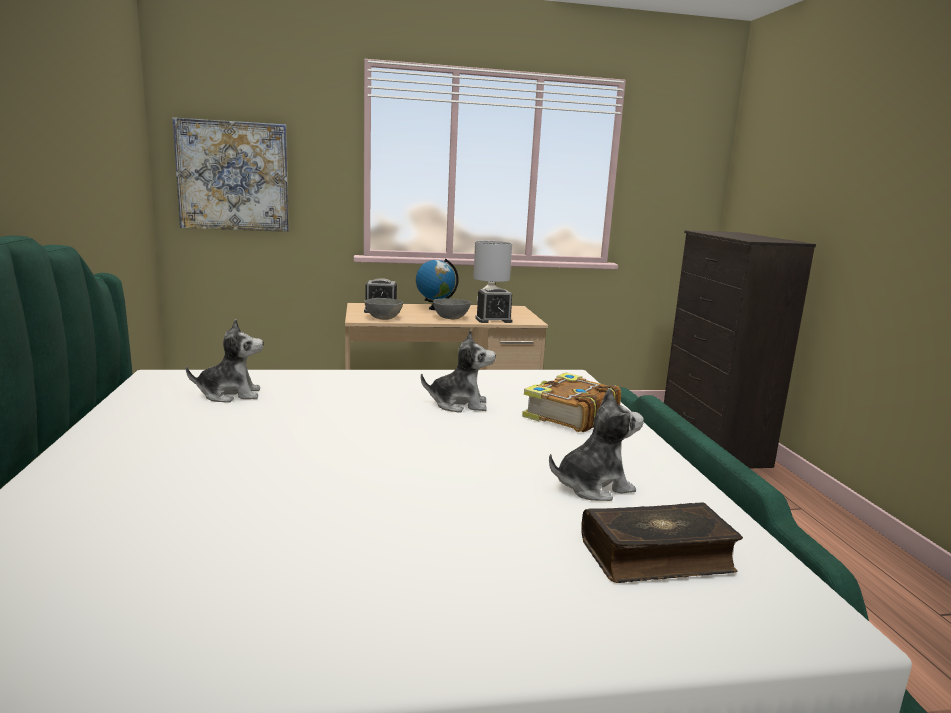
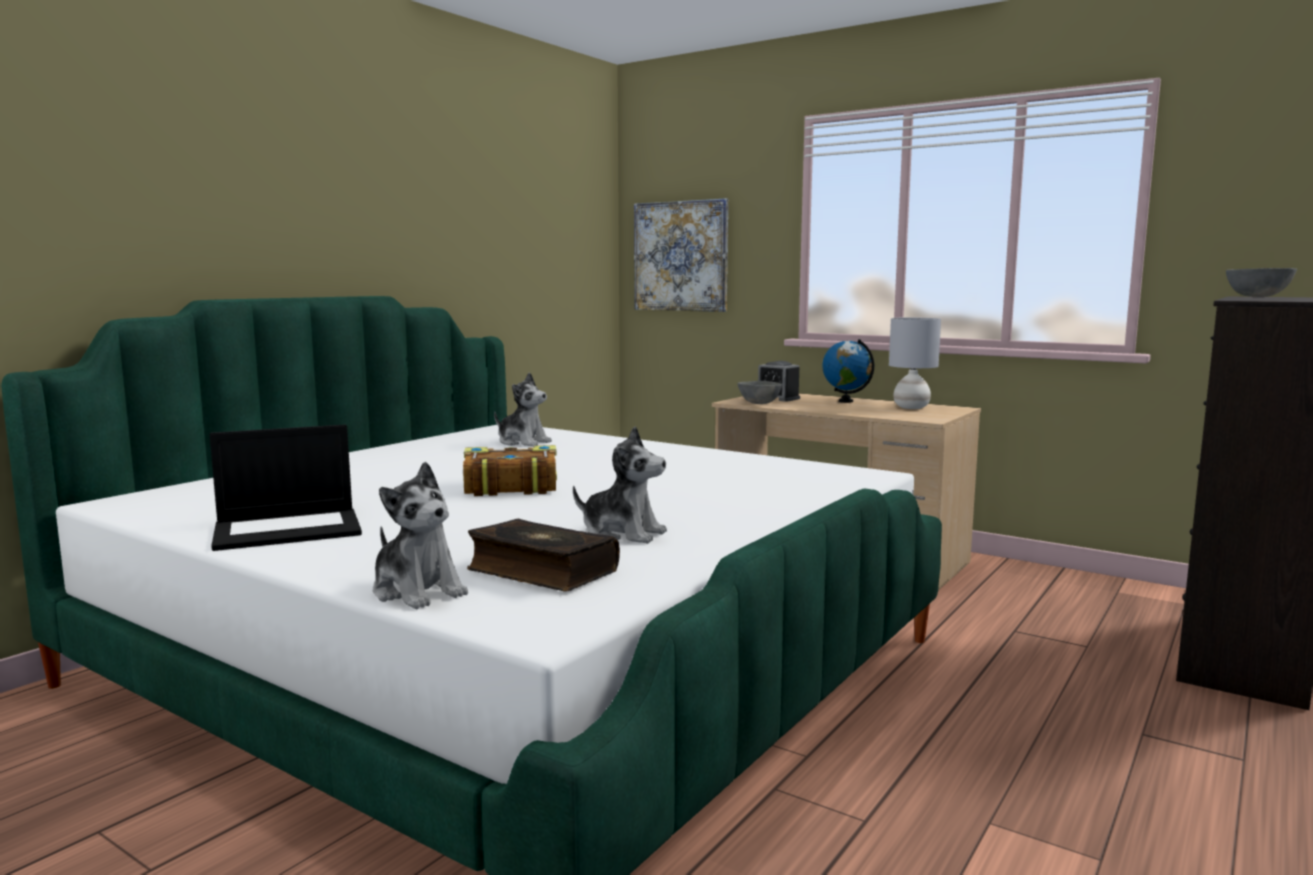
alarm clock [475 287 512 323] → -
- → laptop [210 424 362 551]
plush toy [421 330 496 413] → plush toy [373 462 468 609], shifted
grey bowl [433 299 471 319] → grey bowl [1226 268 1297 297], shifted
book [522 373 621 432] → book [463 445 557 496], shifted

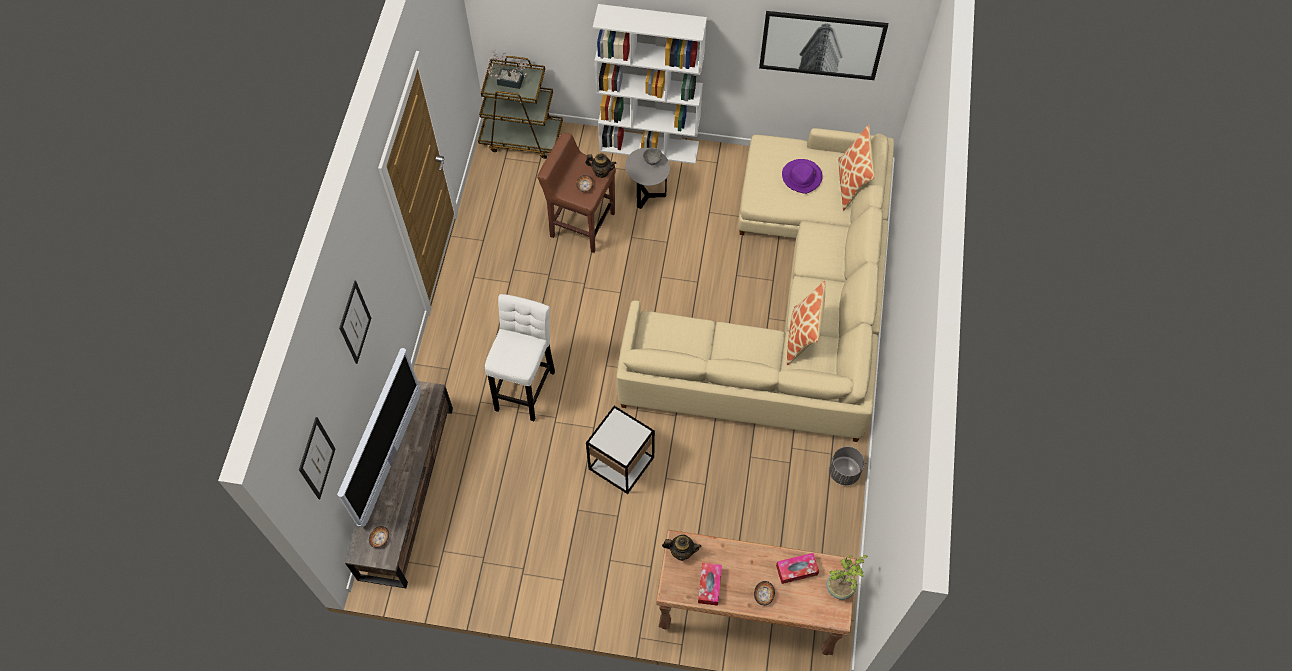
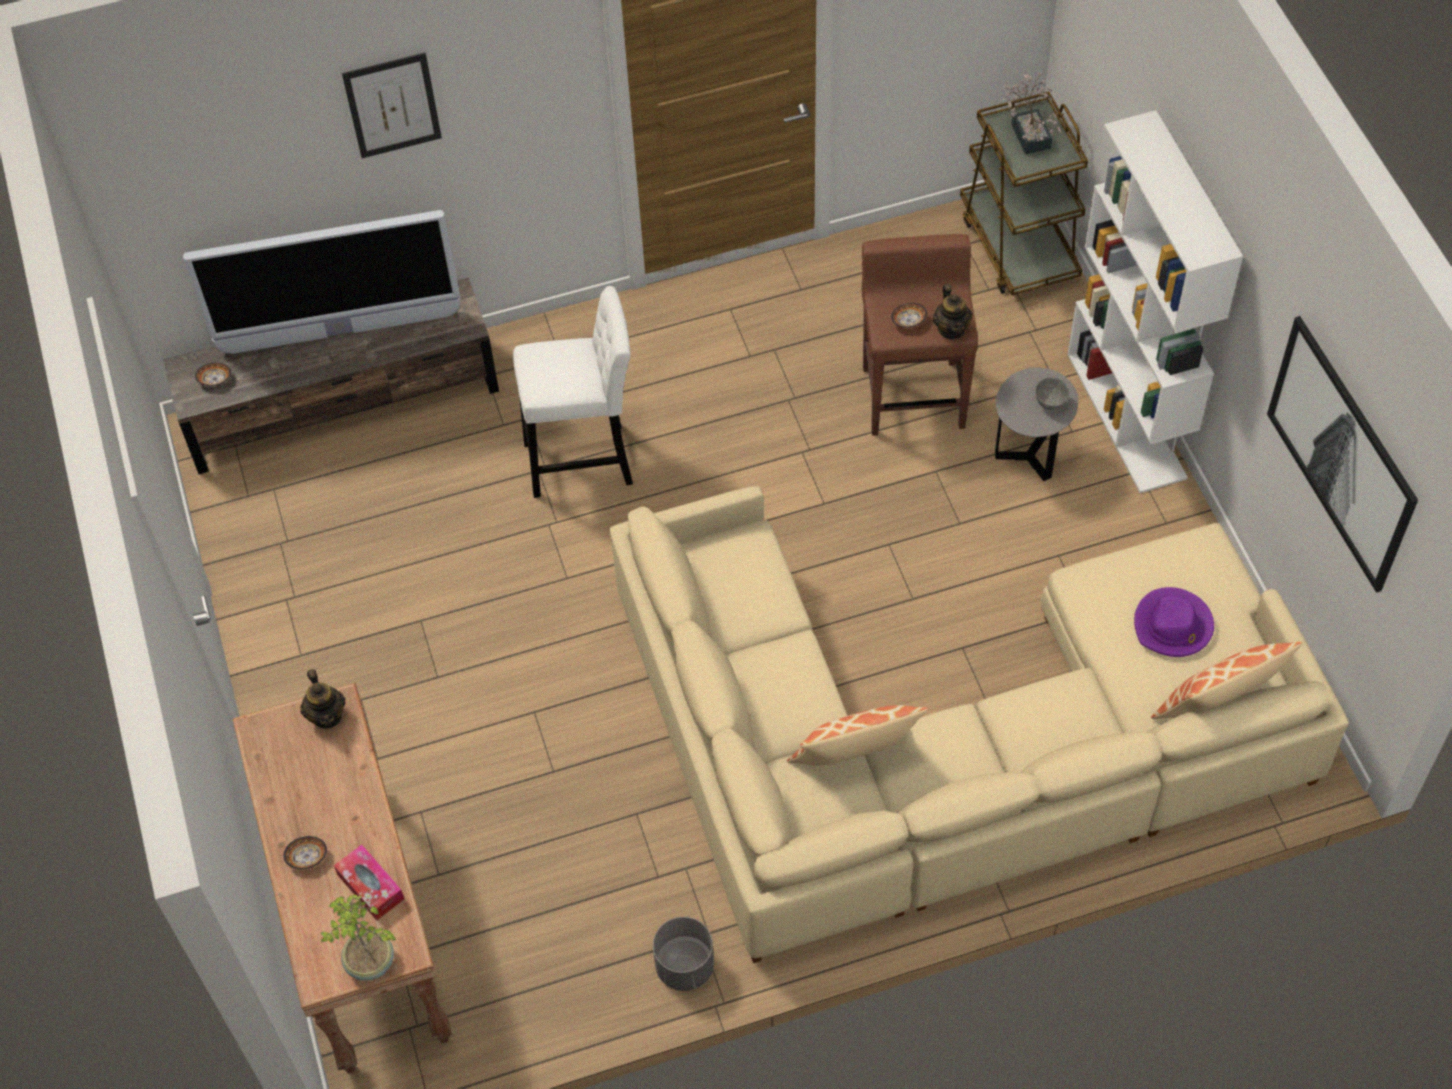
picture [299 417 336 499] → -
side table [586 406 655 494] → -
tissue box [698 563 722 606] → -

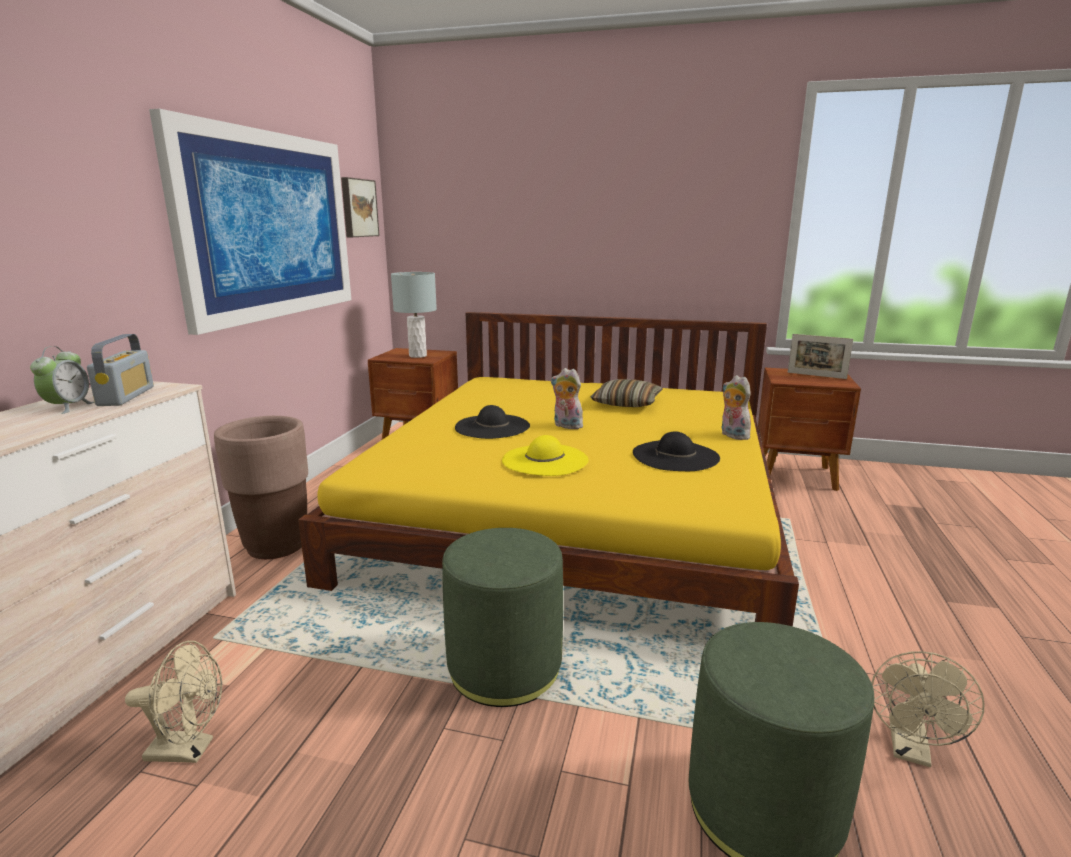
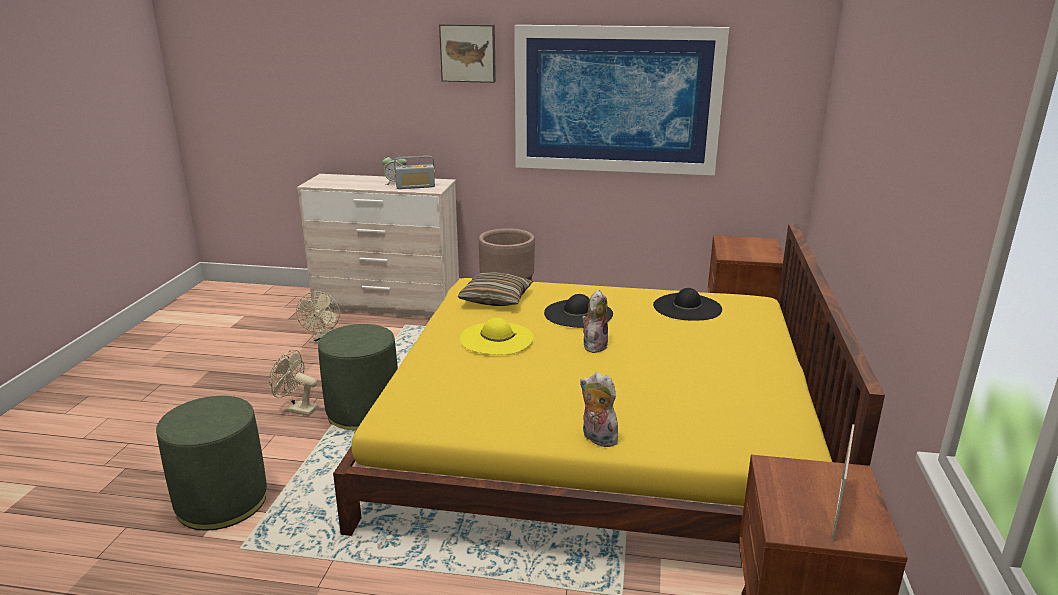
grey table lamp [391 272 437 358] → -
picture [341 177 380 237] → picture [439 24 496 83], shifted
pillow [590 379 663 407] → pillow [458 272 533 306], shifted
black hat [633 432 720 471] → black hat [653 288 722 321], shifted
beige fan [871 651 985 767] → beige fan [269 350 318 416], shifted
plush toy [722 375 751 440] → plush toy [580 372 618 447], 105 degrees counterclockwise

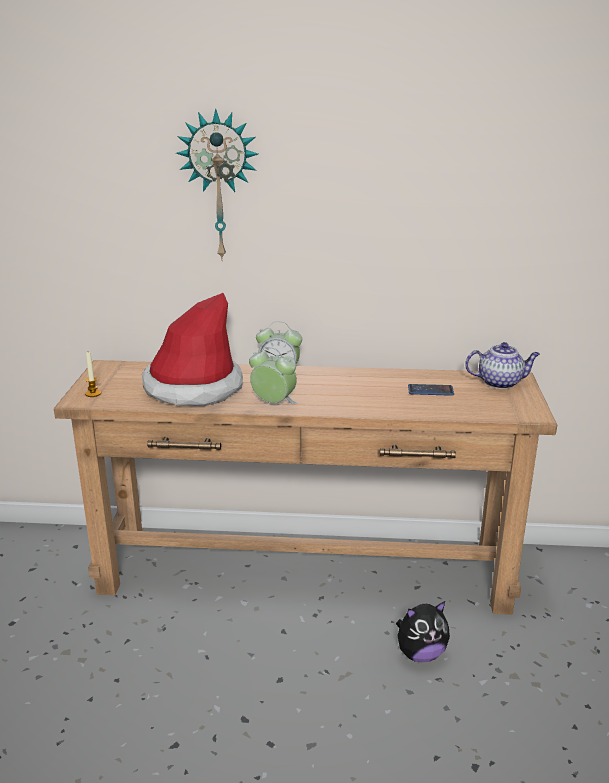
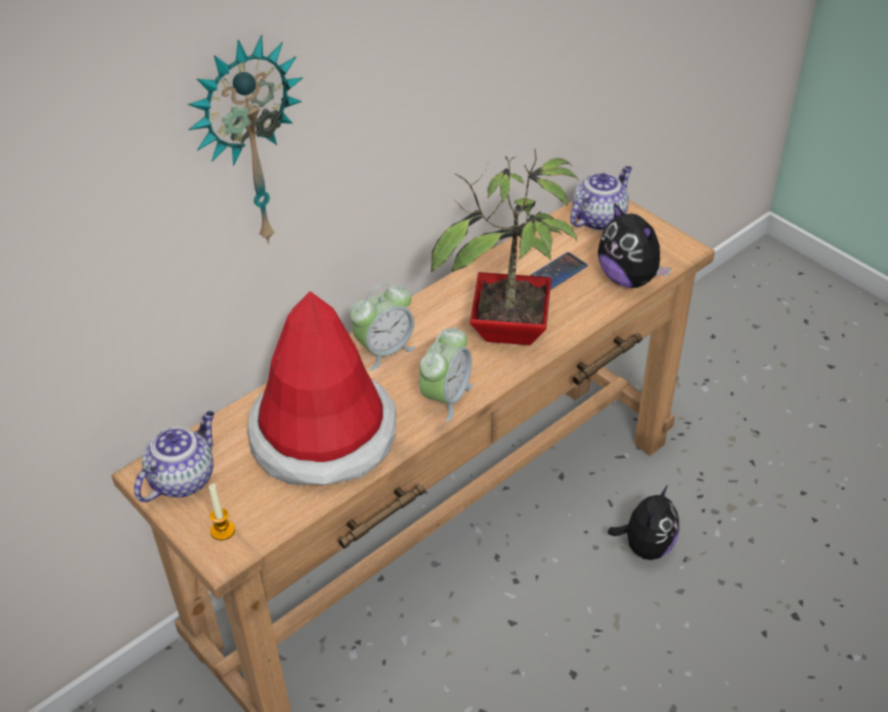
- → teapot [134 411 215 502]
- → potted plant [431 149 579 345]
- → plush toy [598 202 671 288]
alarm clock [249 347 297 404] → alarm clock [419 327 473 422], 135 degrees clockwise

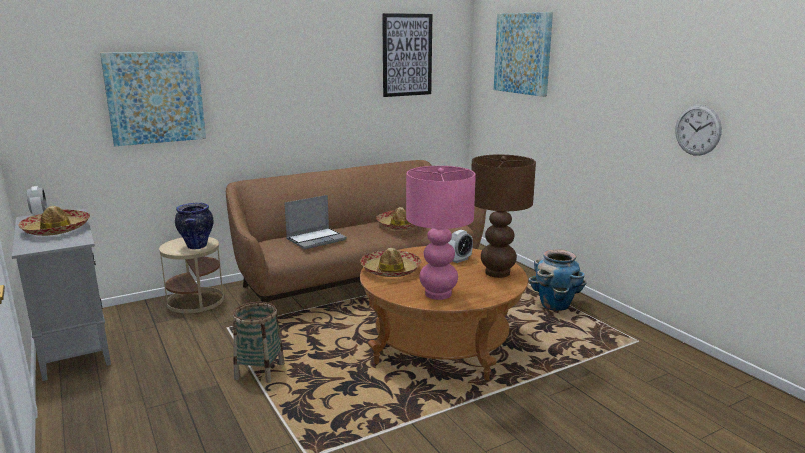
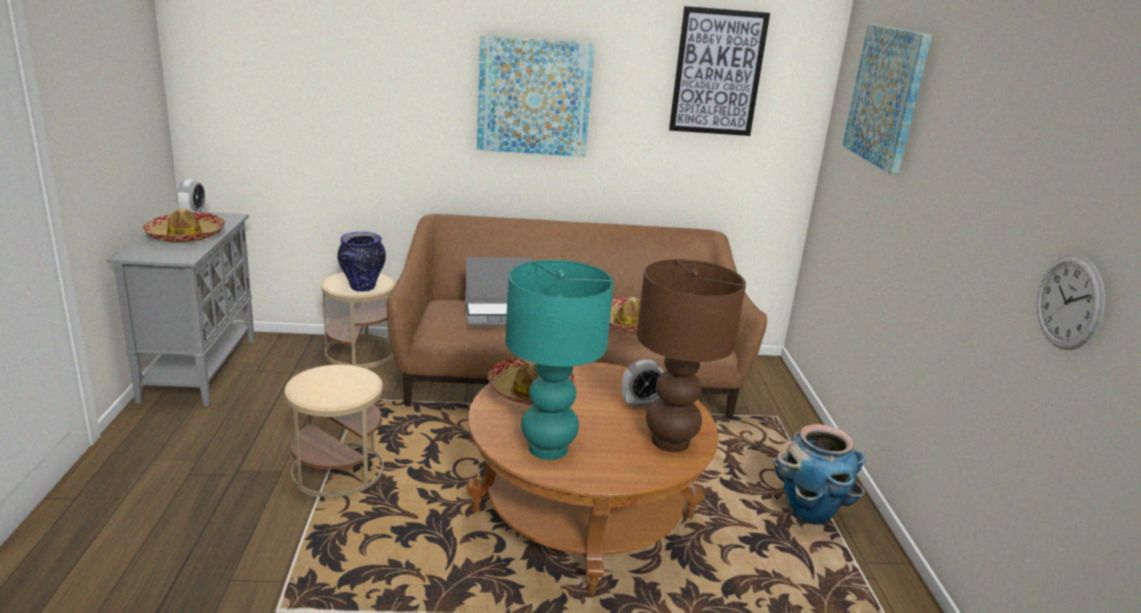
picture [100 51 206 146] → picture [477 35 595 157], shifted
basket [233 302 284 383] → beige side table [285 365 384 497]
pink table lamp [406 166 476 300] → turquoise table lamp [505 260 614 460]

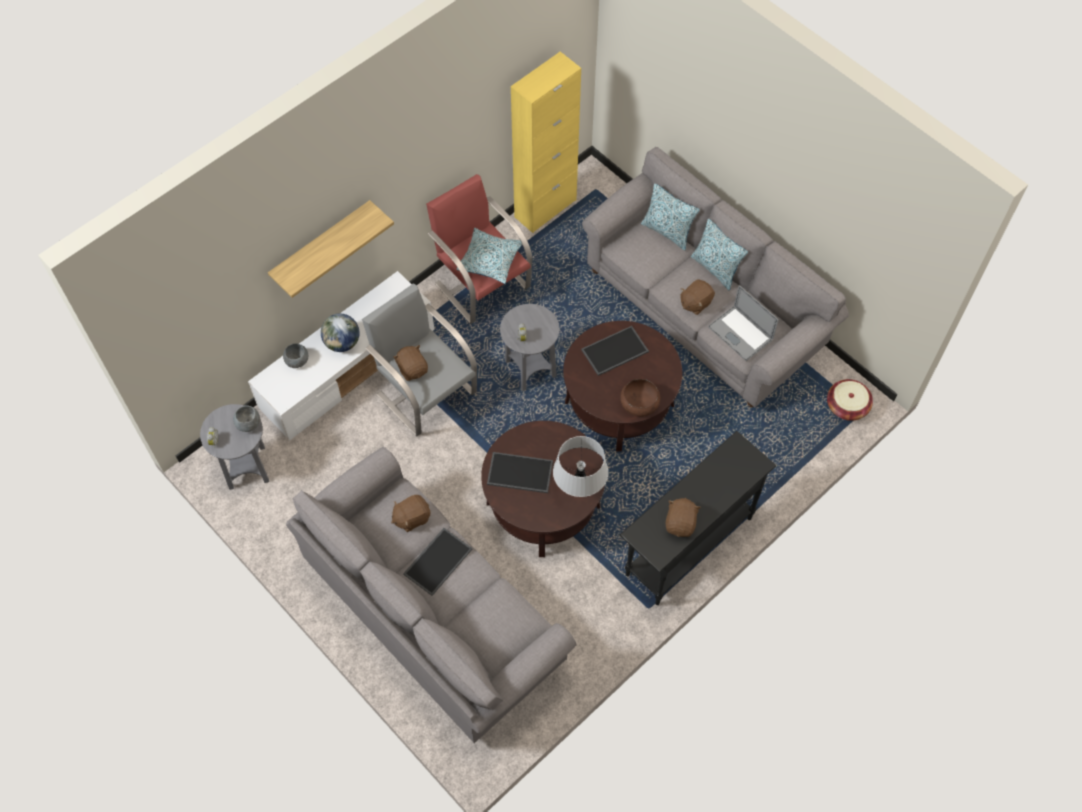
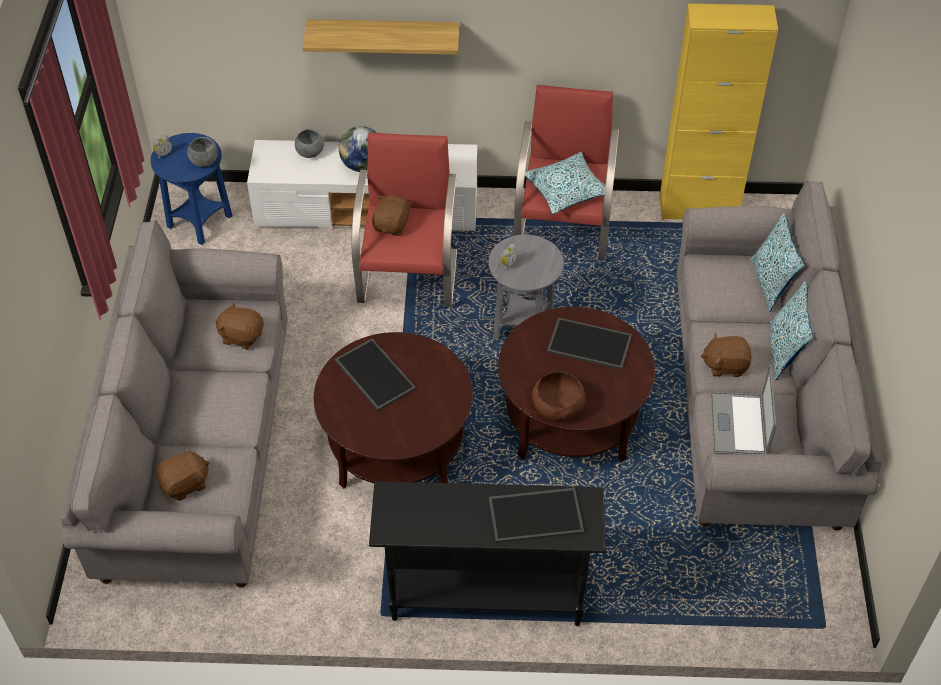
grey table lamp [553 436 608 497] → -
basket [827 379 873 421] → -
tray [403 528 473 596] → tray [489 488 584 543], shifted
brown plush toy [666 498 701 537] → brown plush toy [156 447 209 500], shifted
grey side table [200 404 269 490] → blue side table [150 133 232 245]
grey armchair [362 283 477 436] → red armchair [351 132 457 307]

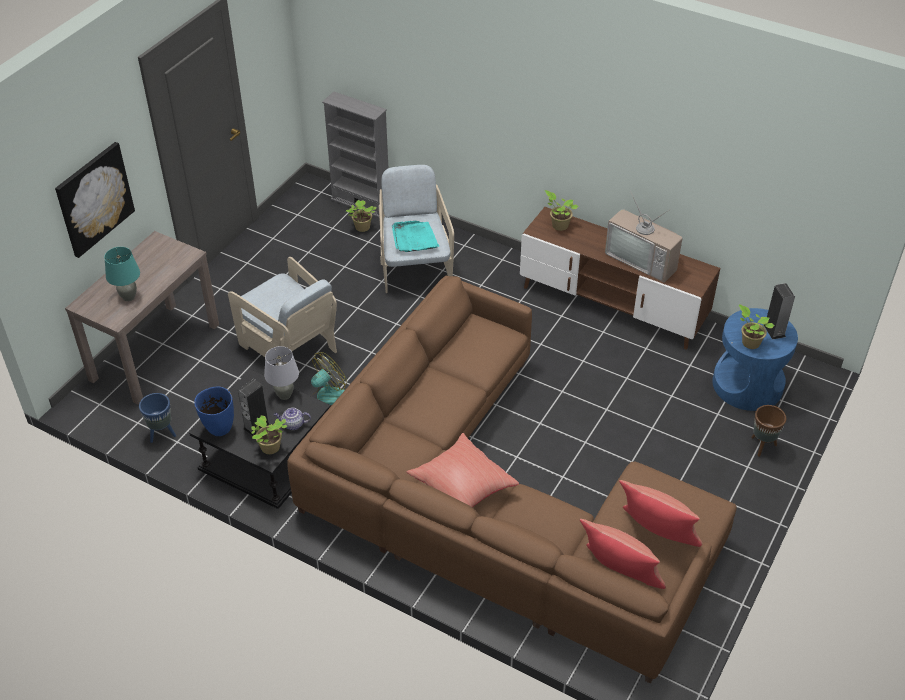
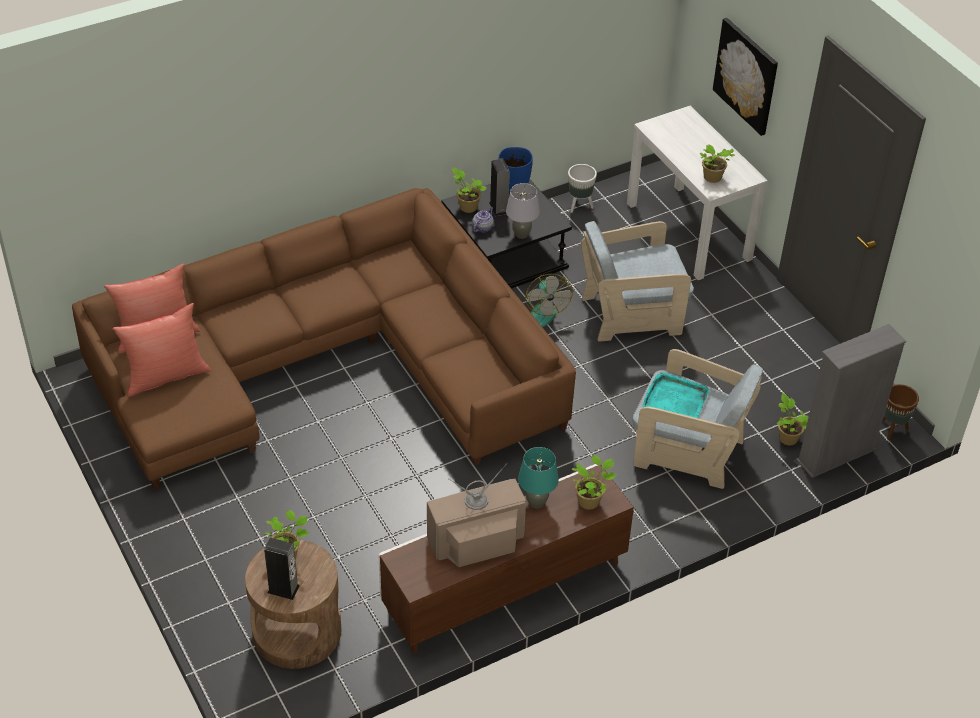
red pillow [406 433 519 507] → -
- → potted plant [700 145 735 183]
turquoise table lamp [104 247 140 301] → turquoise table lamp [518 447 559 509], shifted
brown planter [751 405 786 457] → brown planter [883 384 919 440], shifted
brown console table [65 231 219 405] → white console table [627 106 768 280]
blue planter [139 393 176 443] → white planter [568 164 597 213]
blue side table [712 308 798 411] → brown side table [245 540 341 669]

